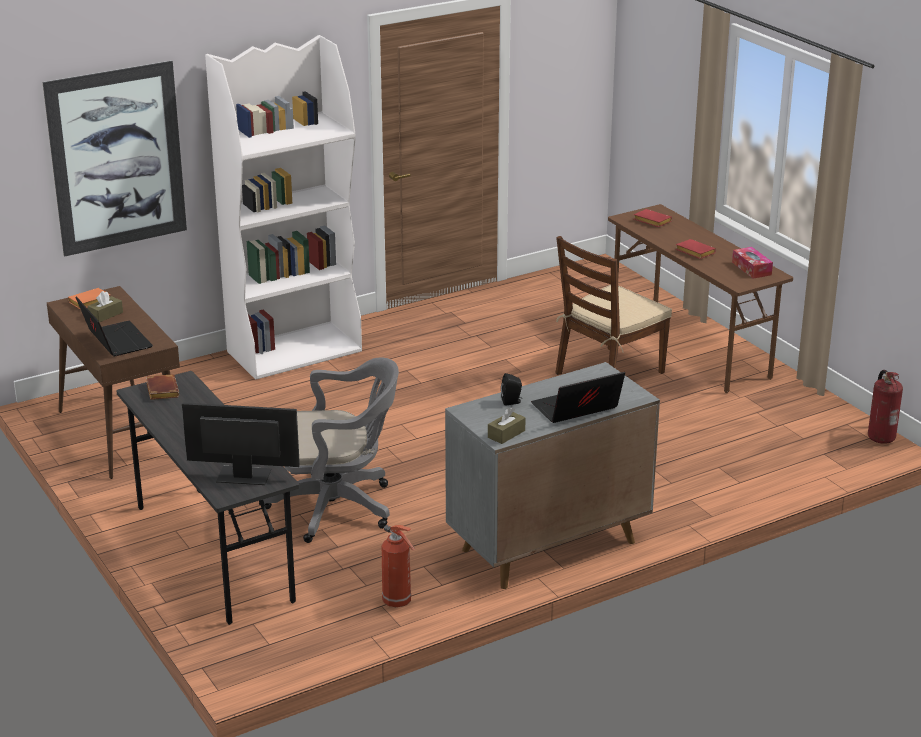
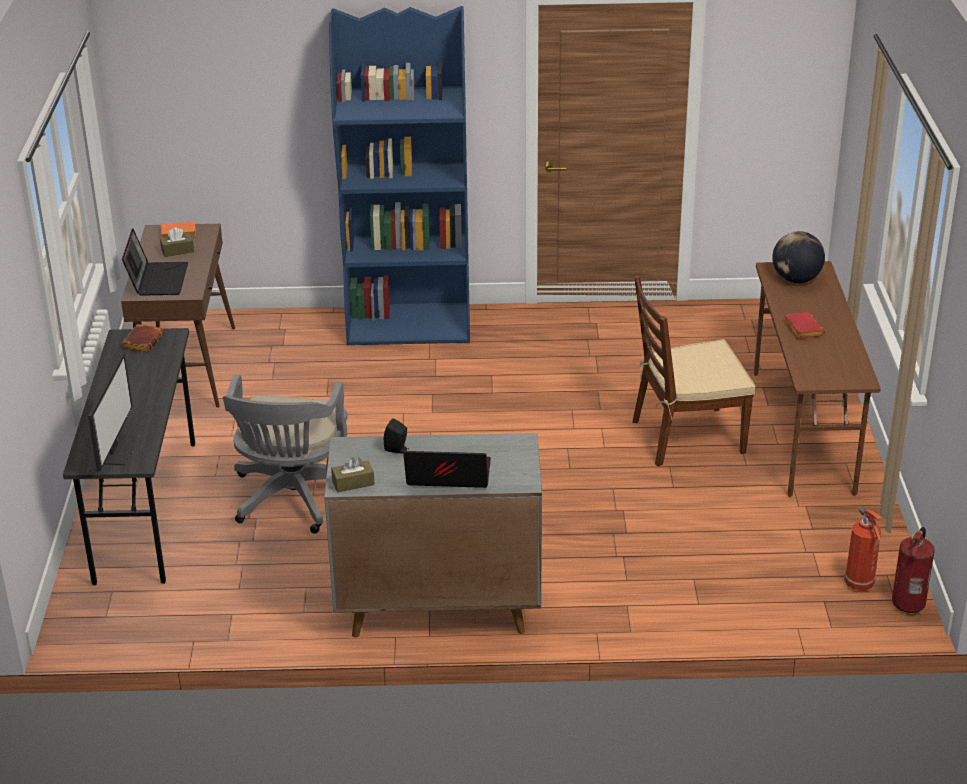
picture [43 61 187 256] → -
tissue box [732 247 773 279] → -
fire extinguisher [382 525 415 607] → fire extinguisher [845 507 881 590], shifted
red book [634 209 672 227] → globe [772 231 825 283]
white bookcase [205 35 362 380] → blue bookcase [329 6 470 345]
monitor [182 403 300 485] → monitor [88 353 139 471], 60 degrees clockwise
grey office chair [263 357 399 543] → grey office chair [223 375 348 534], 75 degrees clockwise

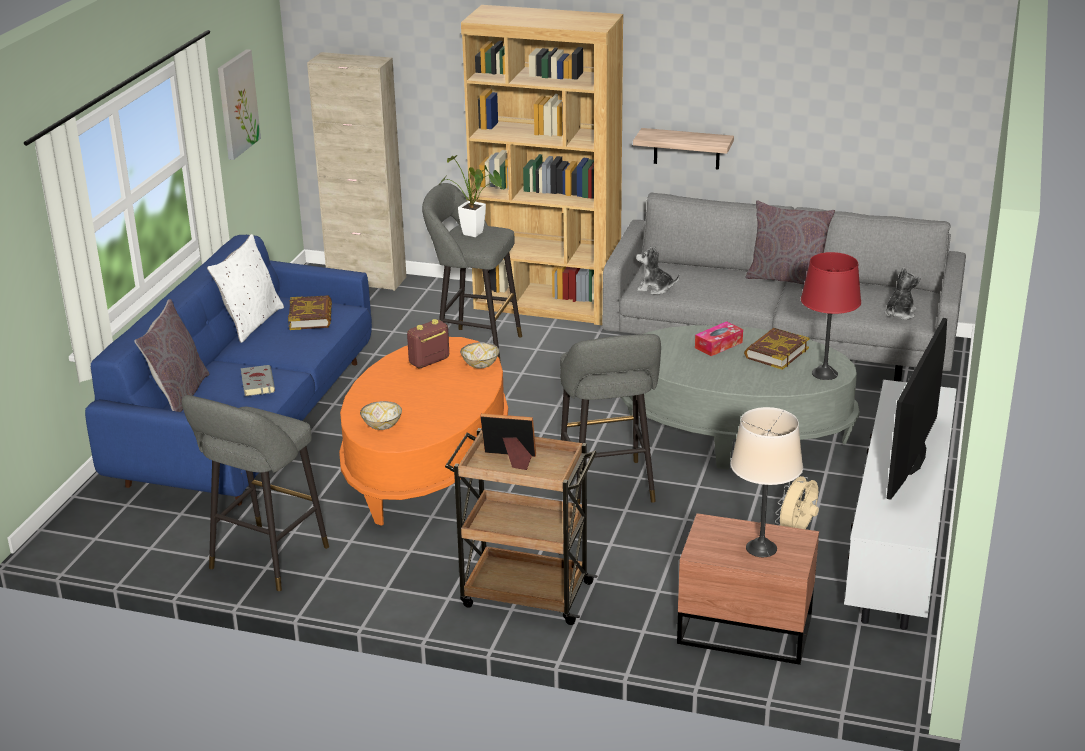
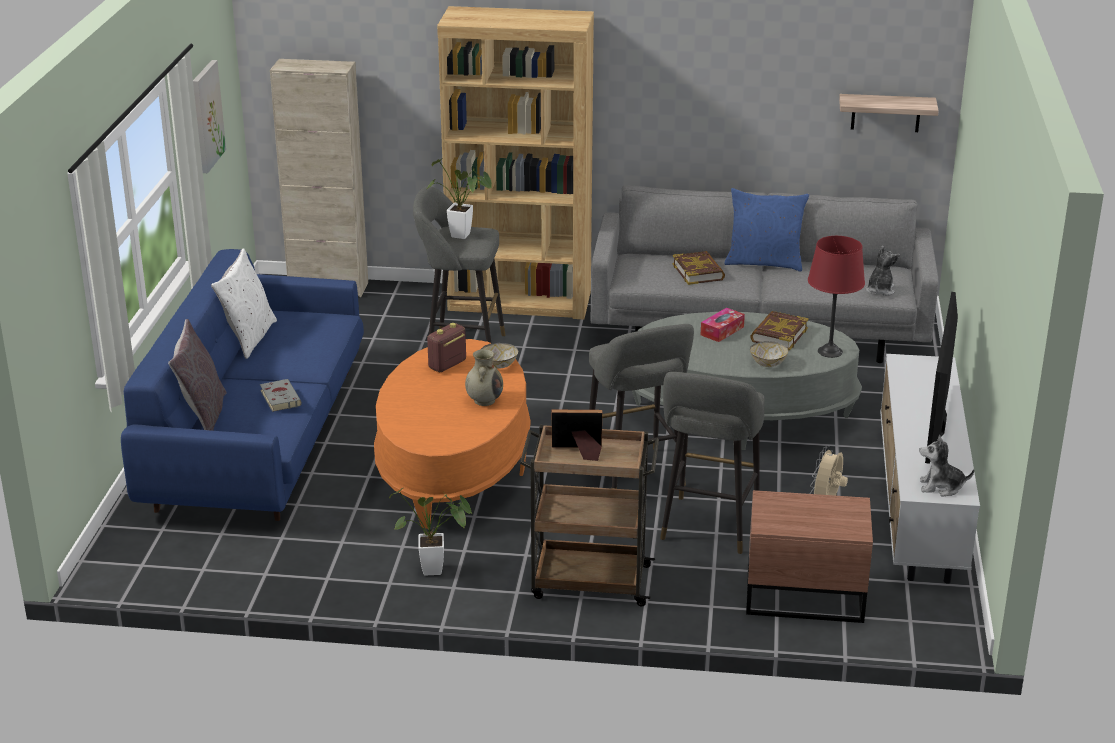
beige table lamp [731 407 803 557] → -
- → potted plant [389 488 472 575]
- → beige vase [465 349 503 406]
grey stool [182 395 329 591] → grey stool [660 372 765 554], shifted
book [288 295 332 330] → book [673 251 725 285], shifted
bowl [360 401 402 430] → bowl [750 341 789 367], shifted
shelf [633 128 734 170] → shelf [839 94 939 132], shifted
plush toy [636 245 680 295] → plush toy [920 435 974 497], shifted
grey pillow [746 200 835 284] → blue pillow [724 188 809 272]

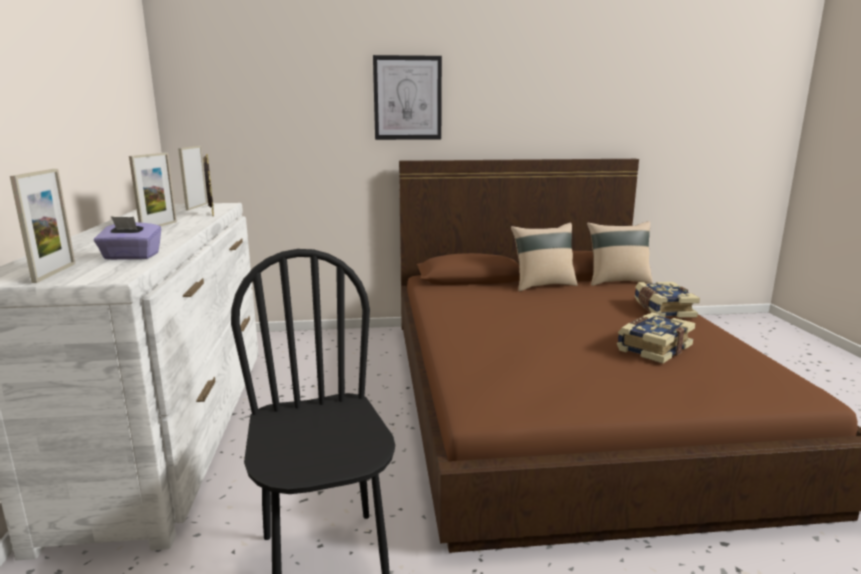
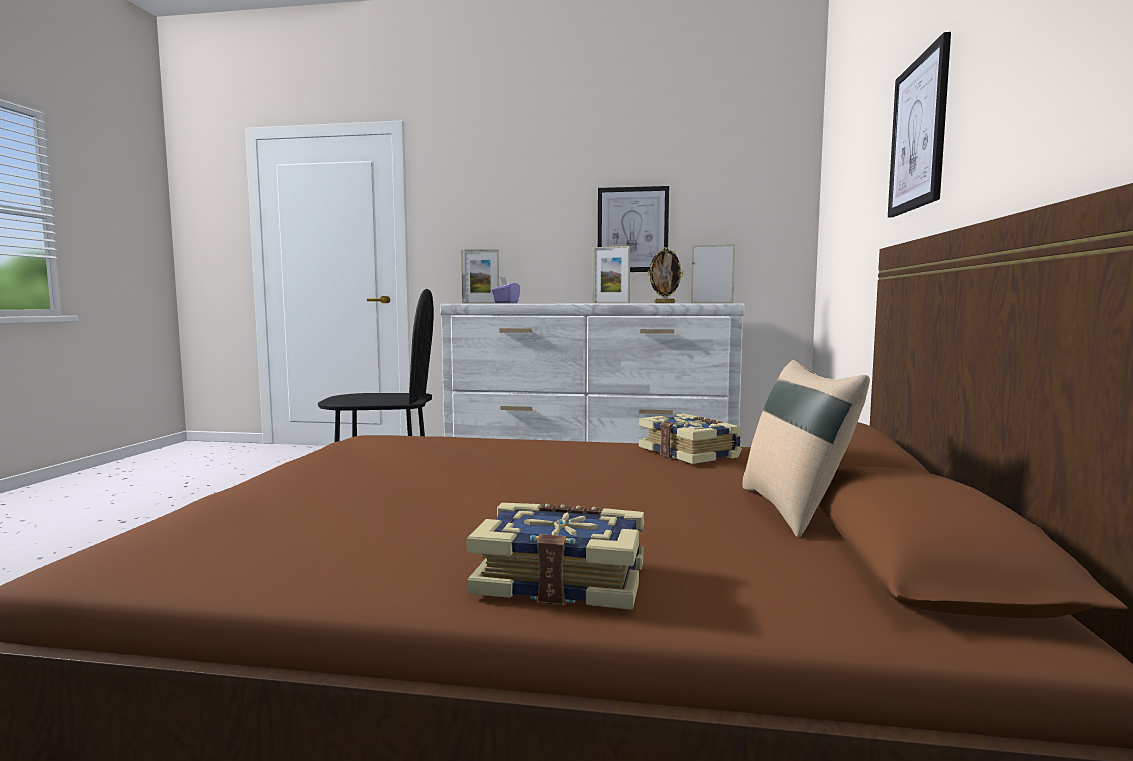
beige pillow [587 221 653 286] → -
- → picture [598 186 669 272]
book [617 312 695 363] → book [639 414 742 464], shifted

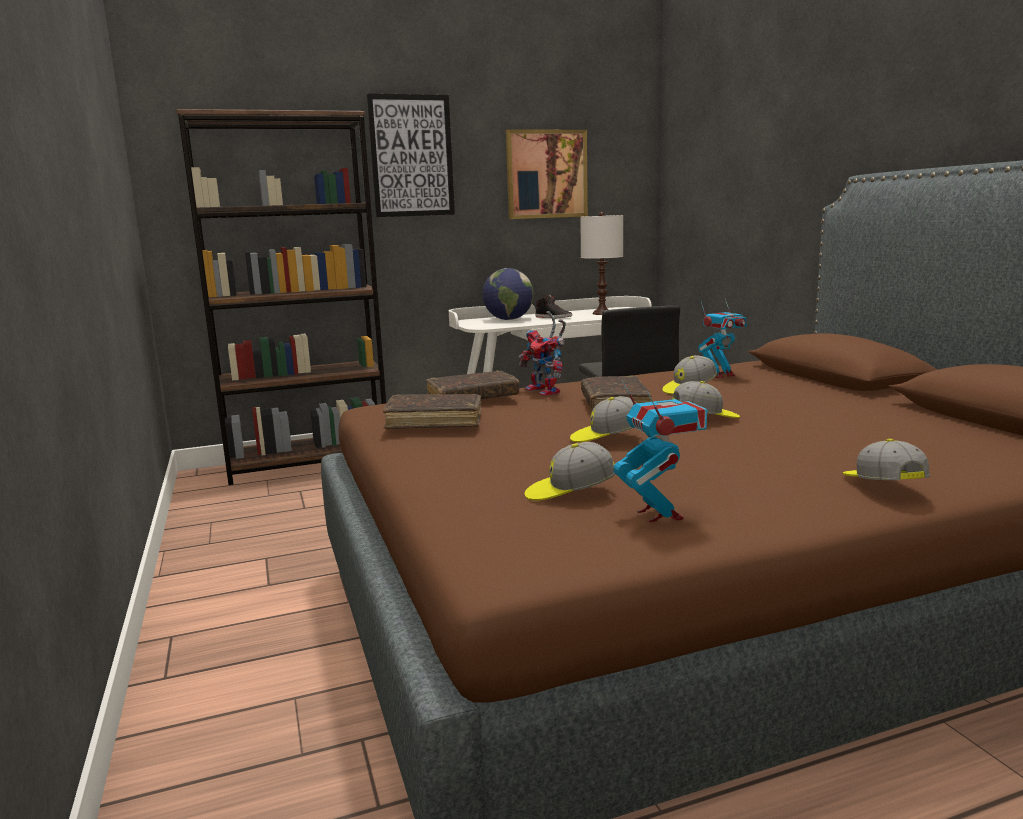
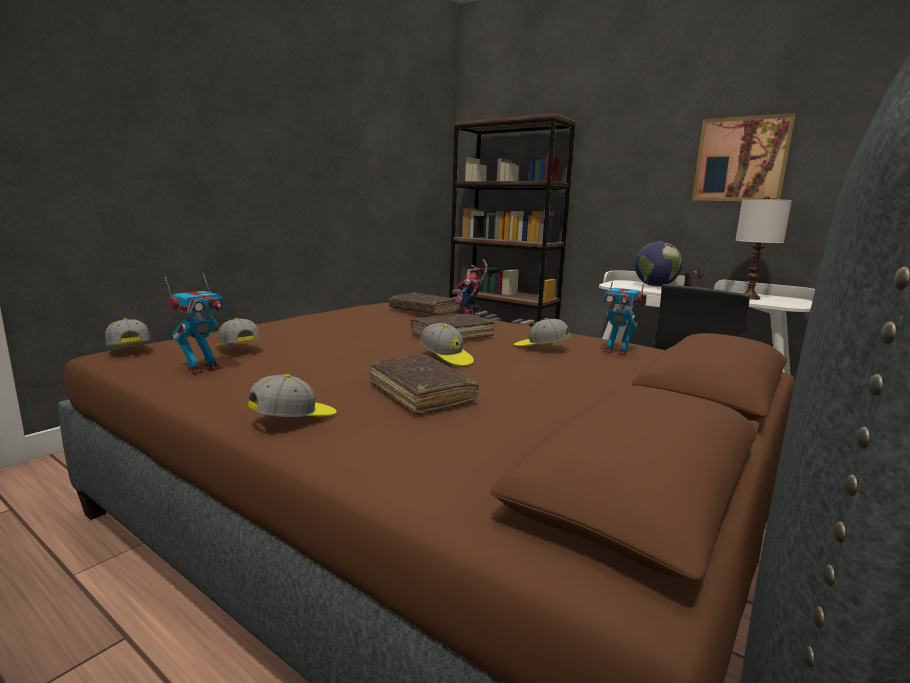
picture [366 93 455 217] → -
brown book [383 394 481 429] → brown book [370 355 479 415], shifted
cap [570 396 637 442] → cap [105 318 151 346], shifted

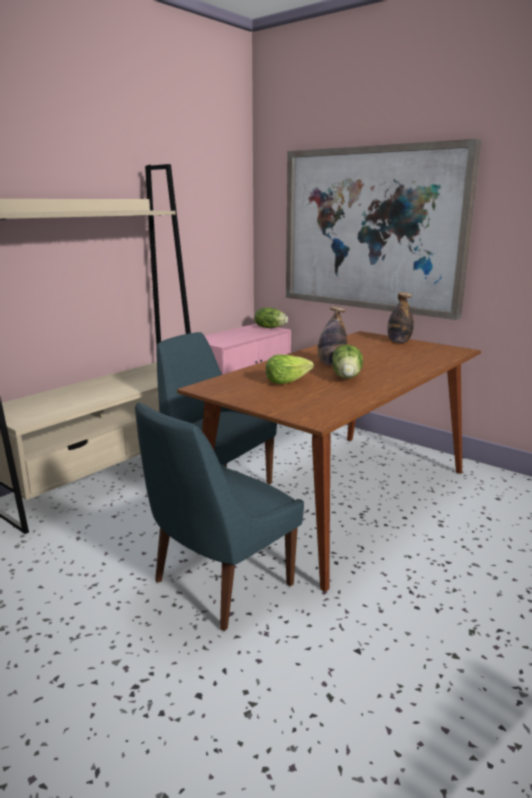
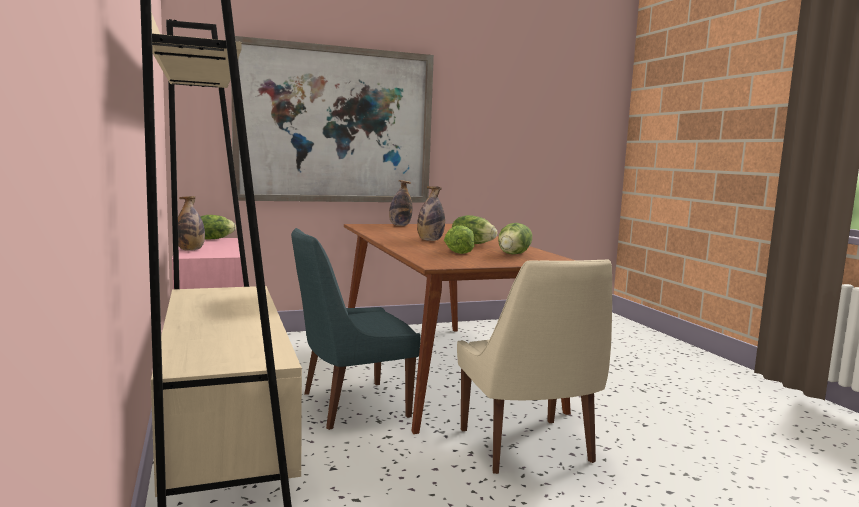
- → bottle [178 196 205 251]
- → lettuce [498 223 532 254]
blue chair [135 402 304 631] → beige chair [457 260 612 474]

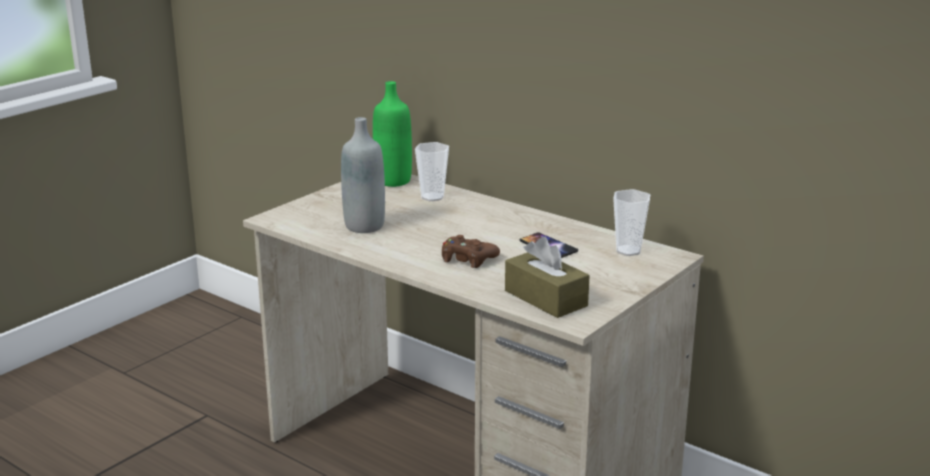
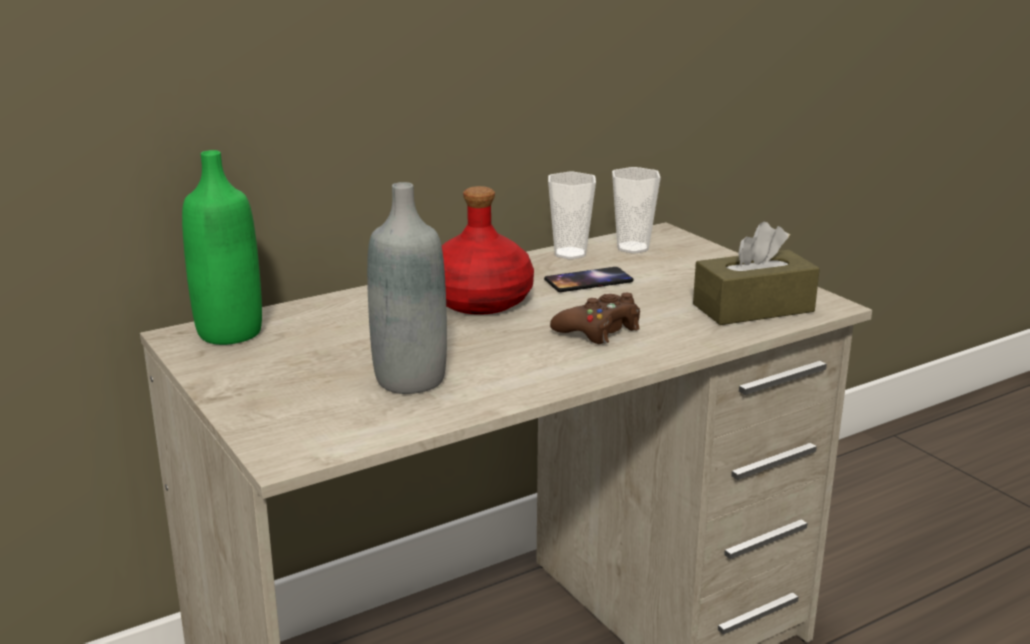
- → red bottle [442 186 534 315]
cup [415 142 449 201] → cup [548 172 596 259], shifted

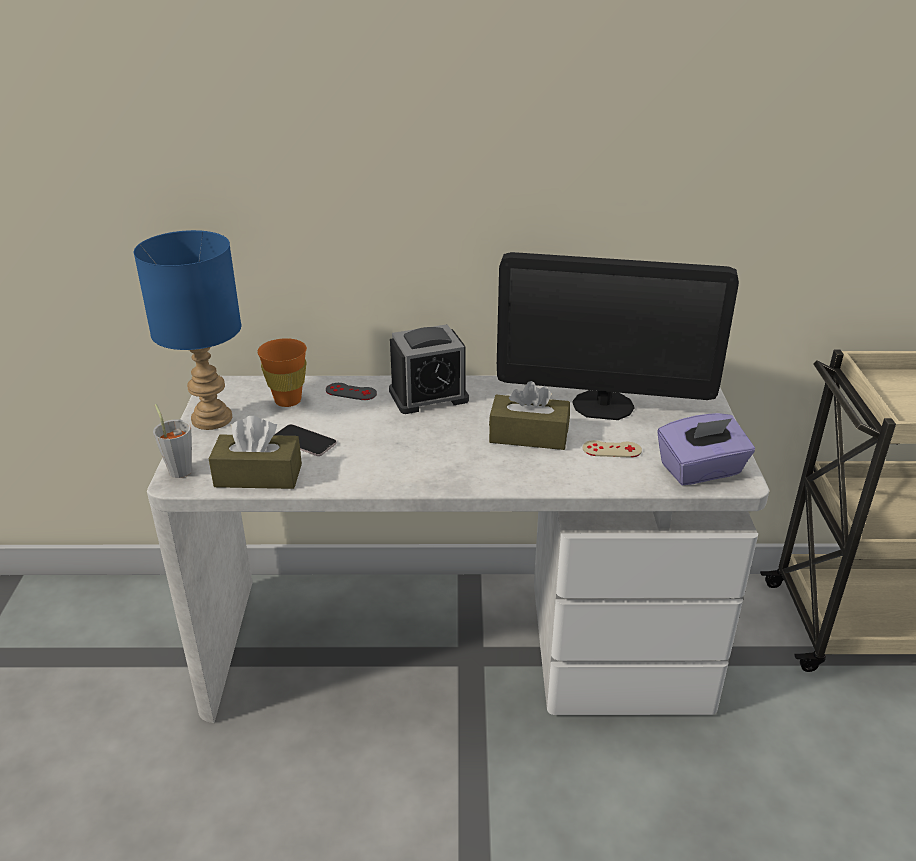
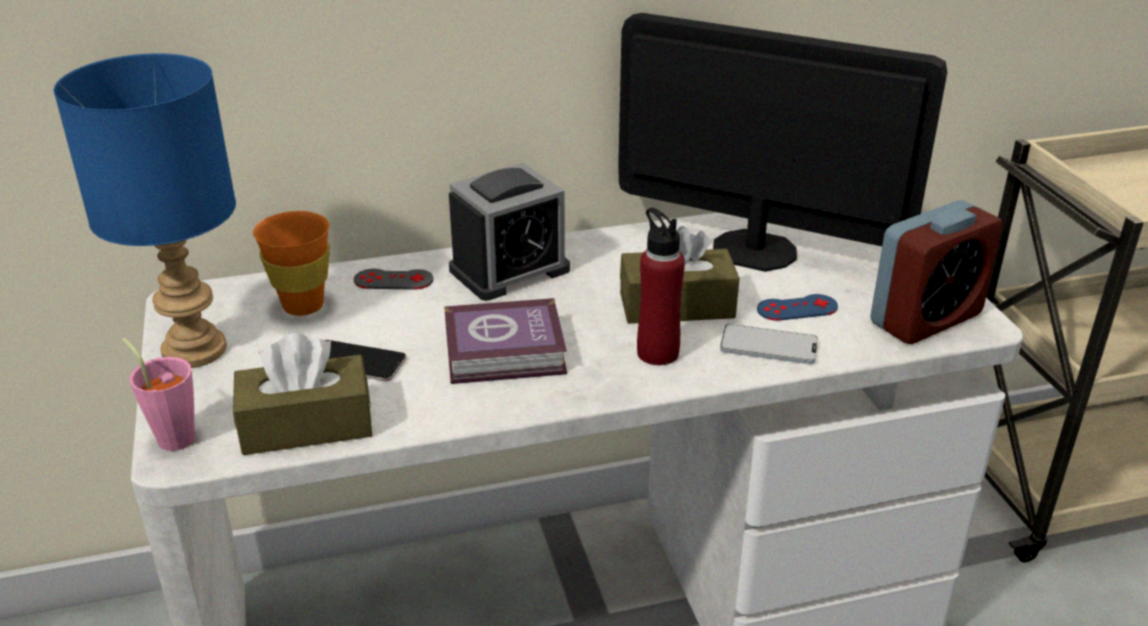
- → book [444 298 567 384]
- → red bottle [637 208 685 365]
- → phone [720 324 818 364]
purple tissue box [658 413 755 485] → alarm clock [870 200 1003 344]
grey cup [153 404 192 478] → pink cup [122 338 196 451]
beige game controller [583 440 642 458] → blue game controller [757 294 838 321]
monitor [497 252 739 420] → monitor [618 13 947 272], 150 degrees counterclockwise

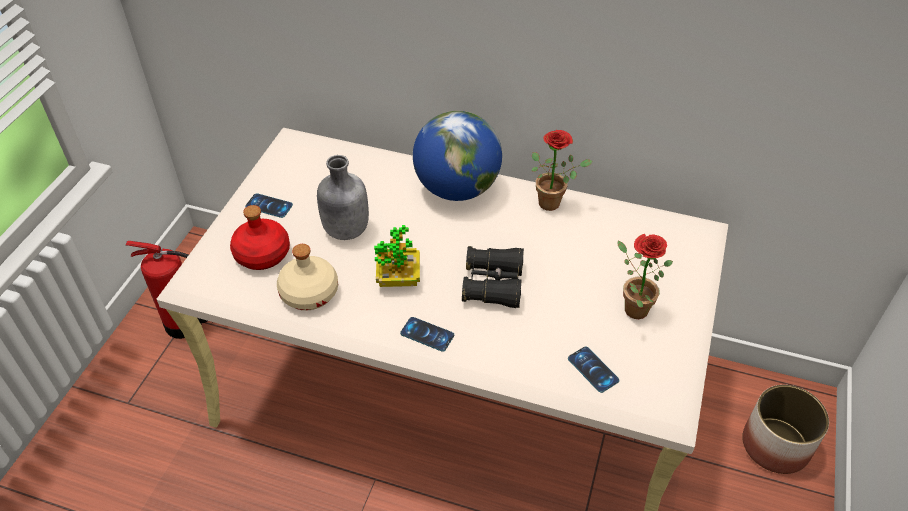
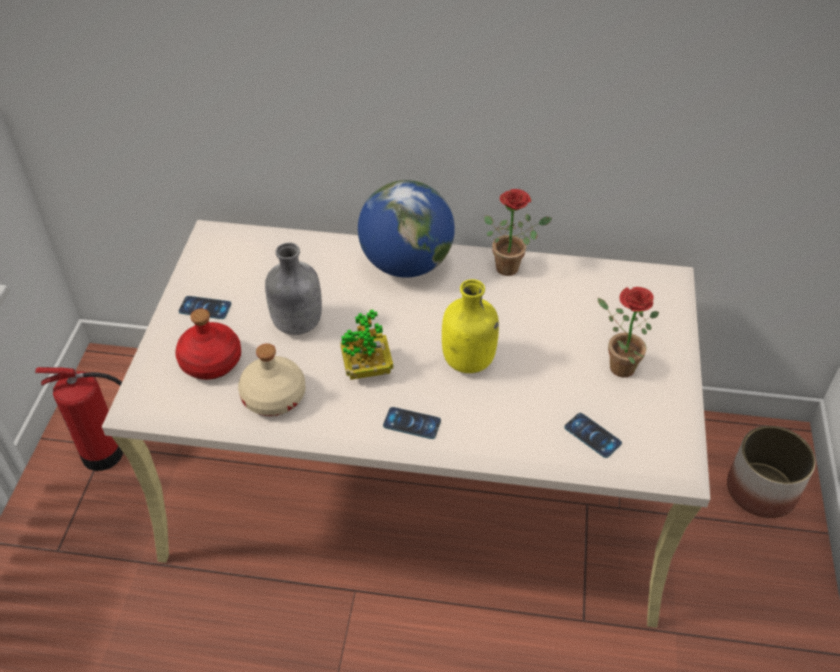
black binoculars [462 246 524 308] → yellow bottle [442 279 499 373]

